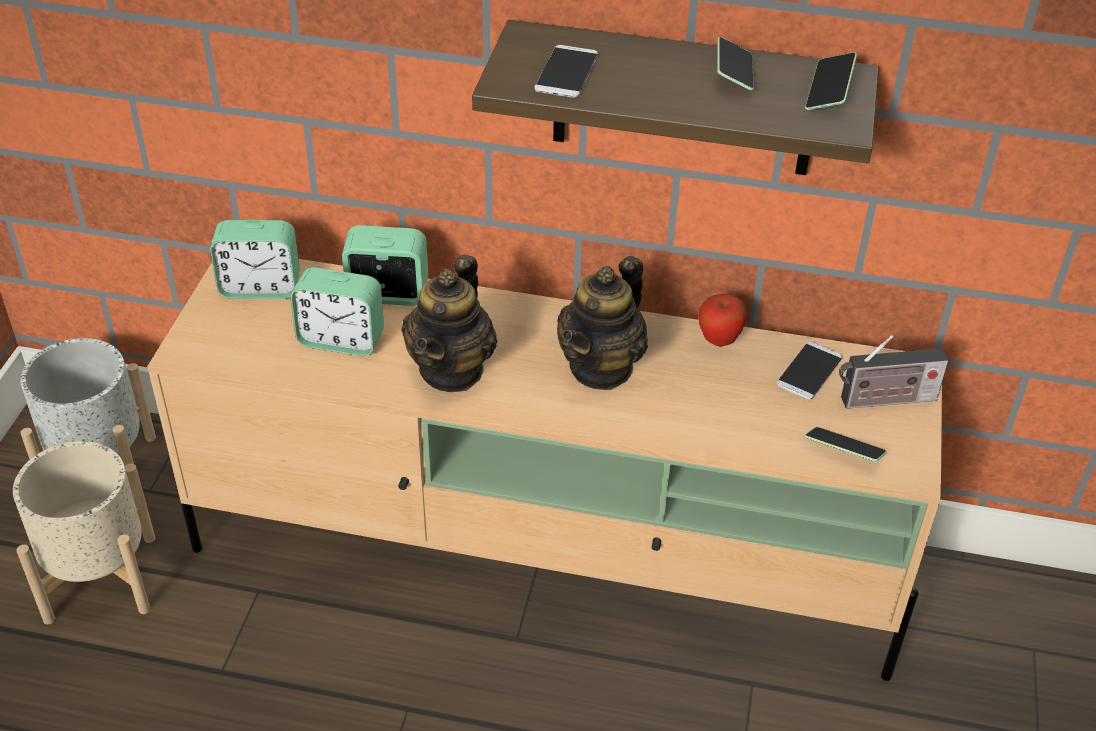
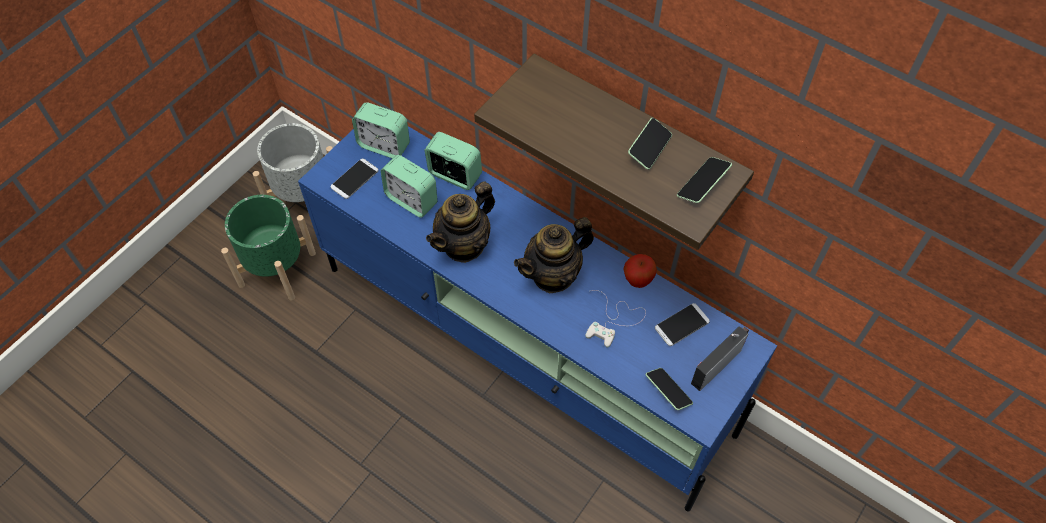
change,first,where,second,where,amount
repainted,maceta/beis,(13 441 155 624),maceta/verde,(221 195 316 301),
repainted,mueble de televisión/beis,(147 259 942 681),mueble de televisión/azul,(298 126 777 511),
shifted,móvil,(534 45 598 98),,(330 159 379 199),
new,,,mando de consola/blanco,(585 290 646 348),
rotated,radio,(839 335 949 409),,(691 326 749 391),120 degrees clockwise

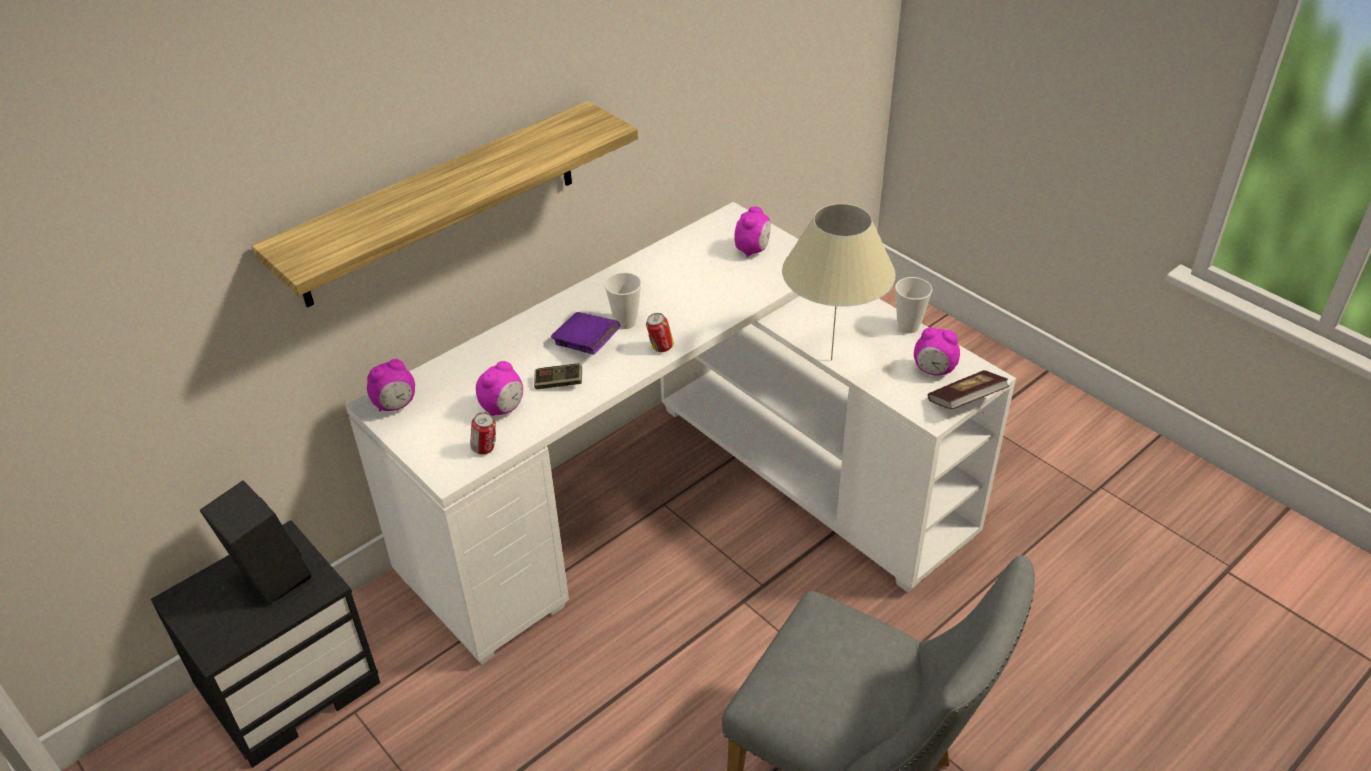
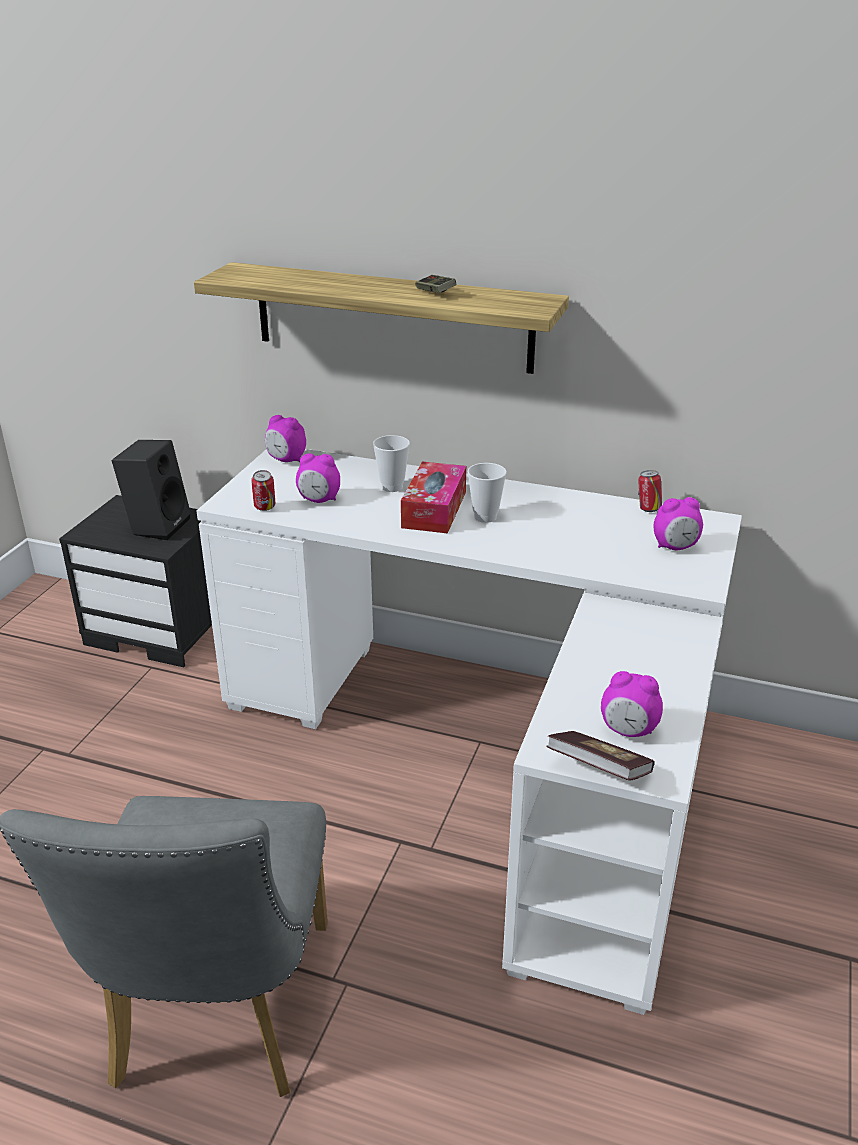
change,first,where,second,where,amount
shifted,taza,(895 277 932 333),,(373 435 410 492),
swapped,libro/morado,(551 312 620 355),caja de pañuelos,(401 461 466 533),
shifted,mando de consola,(534 364 582 389),,(415 275 456 293),
rotated,despertador,(914 327 960 376),,(601 671 663 737),60 degrees counterclockwise
shifted,lata,(646 313 674 352),,(638 470 662 512),
gone,lámpara de mesa/beis,(782 204 896 361),,,

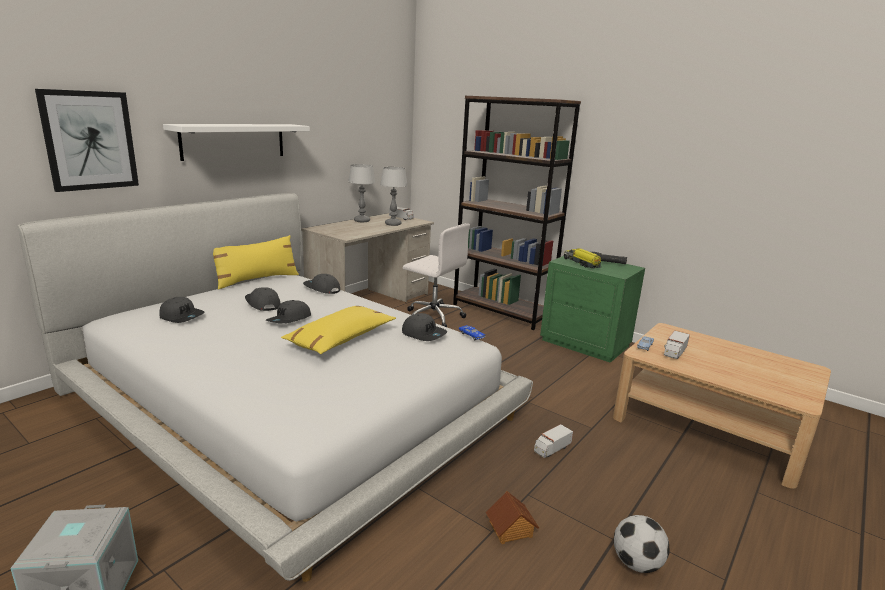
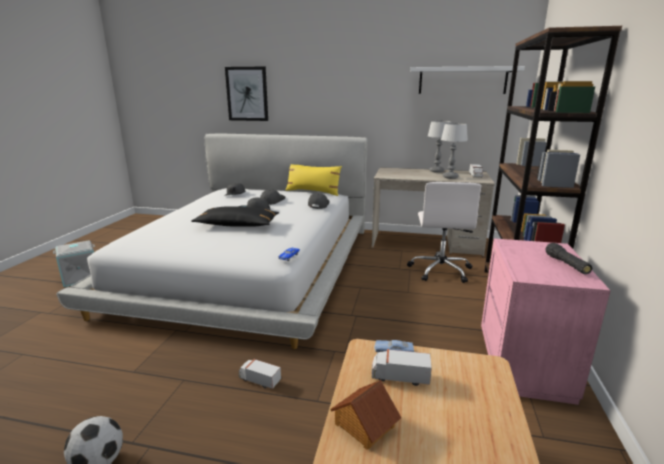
change,first,where,second,where,amount
repainted,cojín/amarillo,(281 306 396 354),cojín/negro,(191 206 279 227),
shifted,casita,(486 491 539 544),,(330 380 401 450),
shifted,estante/blanco,(163 124 310 161),,(410 66 525 94),
repainted,mesita de noche/verde,(540 256 645 363),mesita de noche/rosa,(481 238 611 405),
gone,gorra/gris,(402 313 447 341),,,
gone,camión de juguete,(564 248 602 269),,,

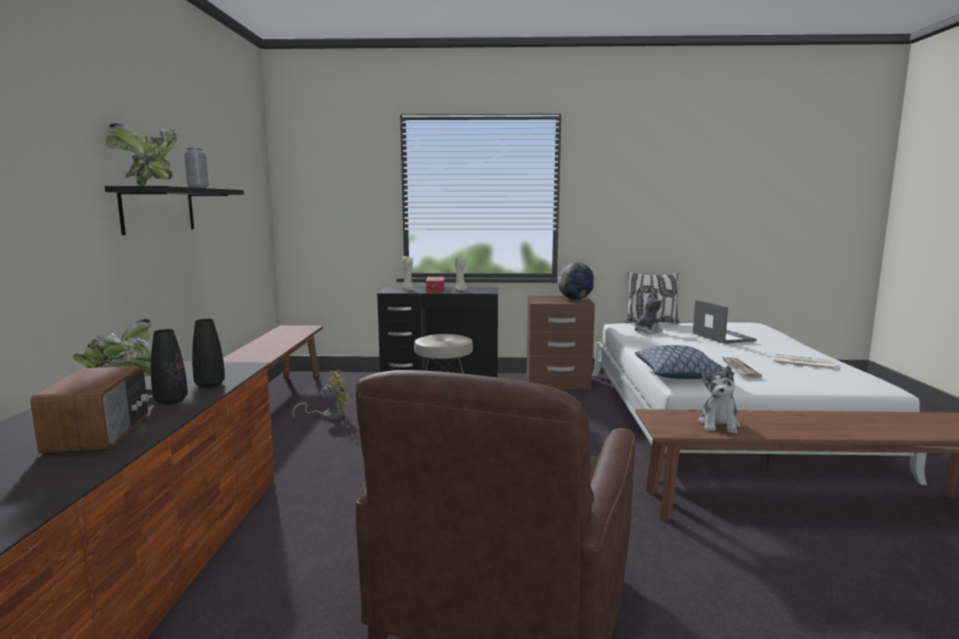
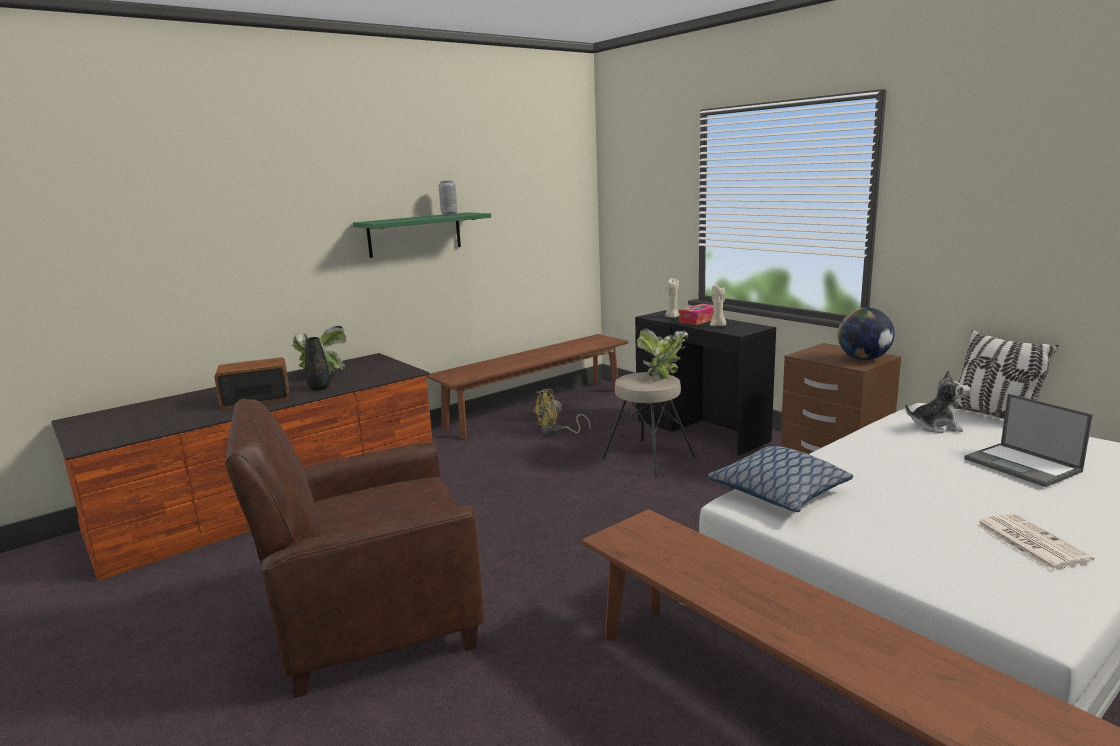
change,first,where,second,where,amount
rotated,radio,(30 366 149 453),,(214 357 289 409),150 degrees counterclockwise
repainted,estante/negro,(105 186 244 235),estante/verde,(353 212 491 258),
rotated,ventilador/amarillo,(292 370 351 420),,(533 389 590 435),135 degrees clockwise
shifted,planta en maceta,(105 123 179 186),,(637 328 688 380),
rotated,portátil,(693 300 756 344),,(964 393 1093 487),120 degrees clockwise
gone,florero/negro,(192 319 225 388),,,
gone,peluche,(698 366 740 434),,,
gone,periódico,(723 357 762 378),,,

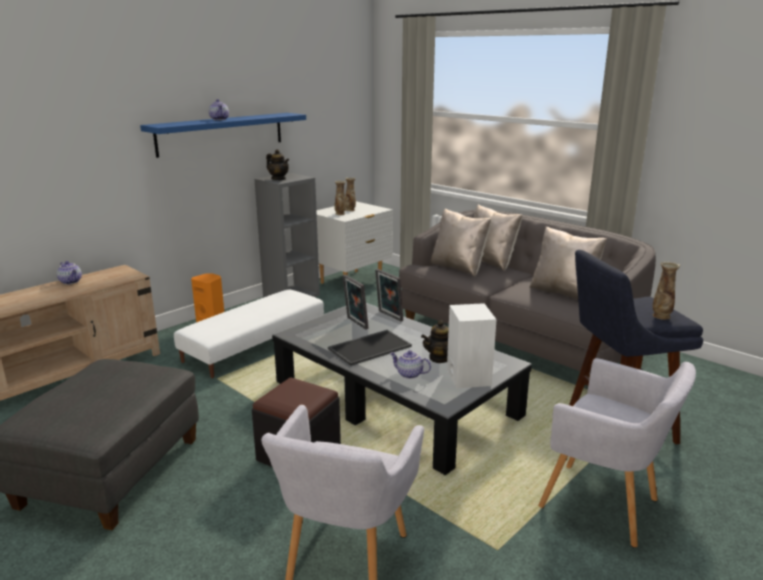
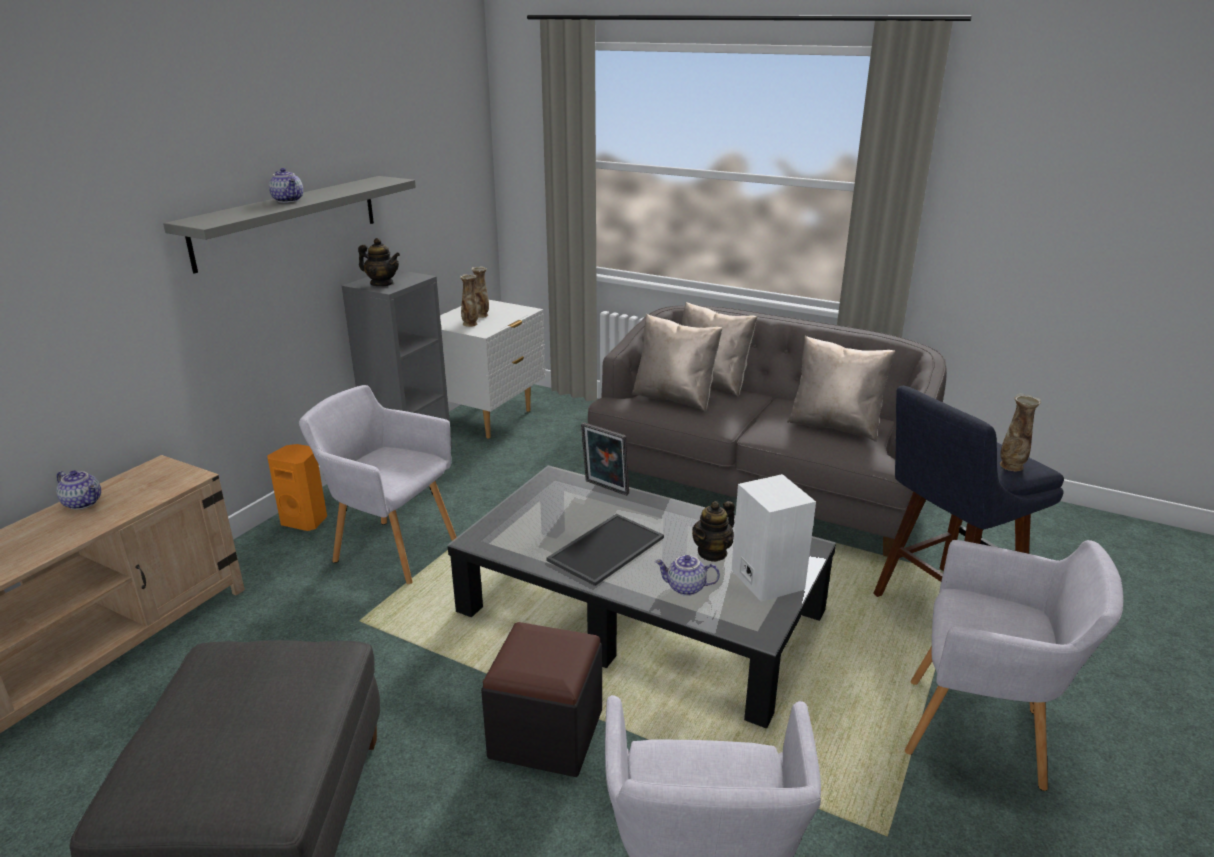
change,first,where,second,where,amount
repainted,estante/azul,(140 113 306 158),estante/gris,(163 176 416 274),
swapped,puf/blanco,(174 290 324 378),sillón/gris,(299 385 456 584),
gone,portarretratos,(342 275 368 330),,,

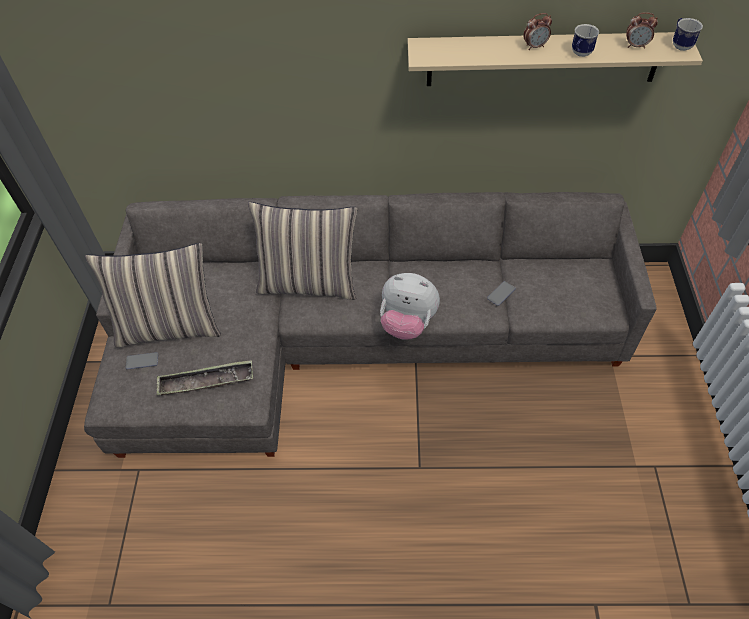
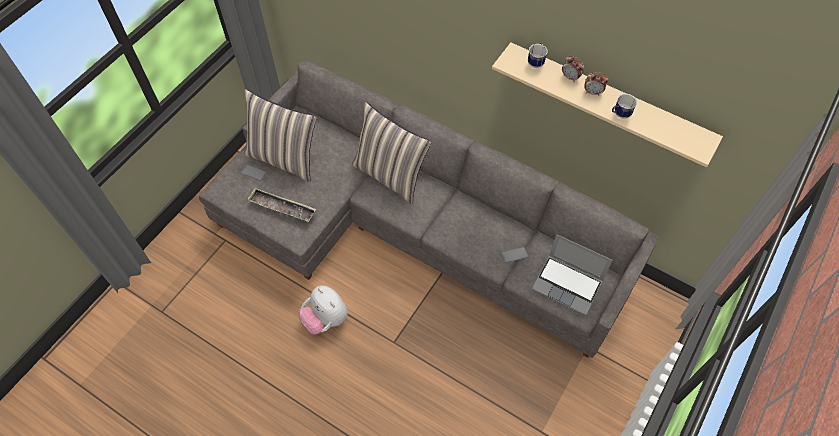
change,first,where,second,where,amount
shifted,peluche,(380 273 440 340),,(298 285 348 335),
shifted,taza grande,(673 18 703 51),,(528 43 548 68),
new,,,portátil,(532 234 613 316),
shifted,despertador,(626 12 658 49),,(562 56 584 82),

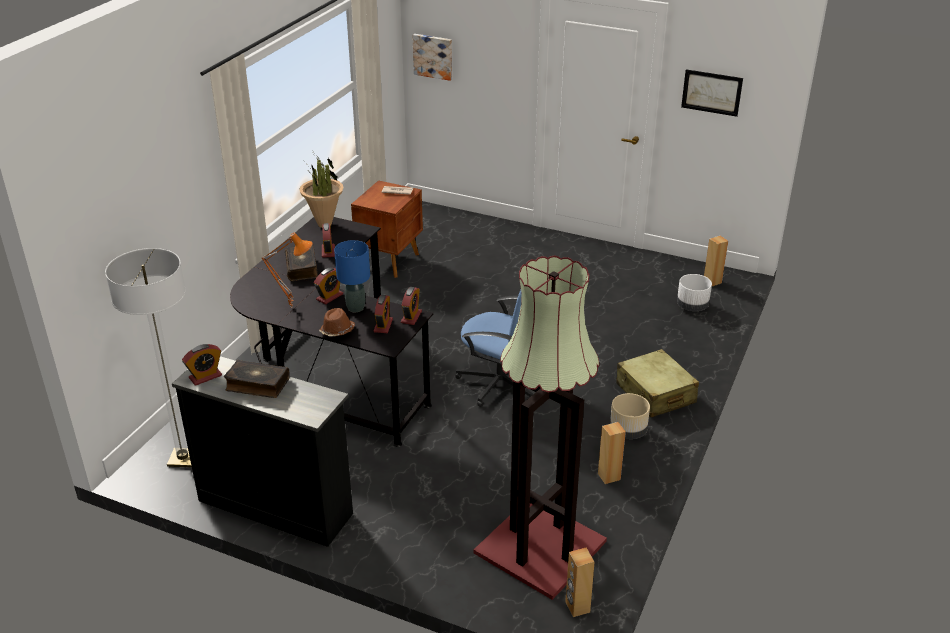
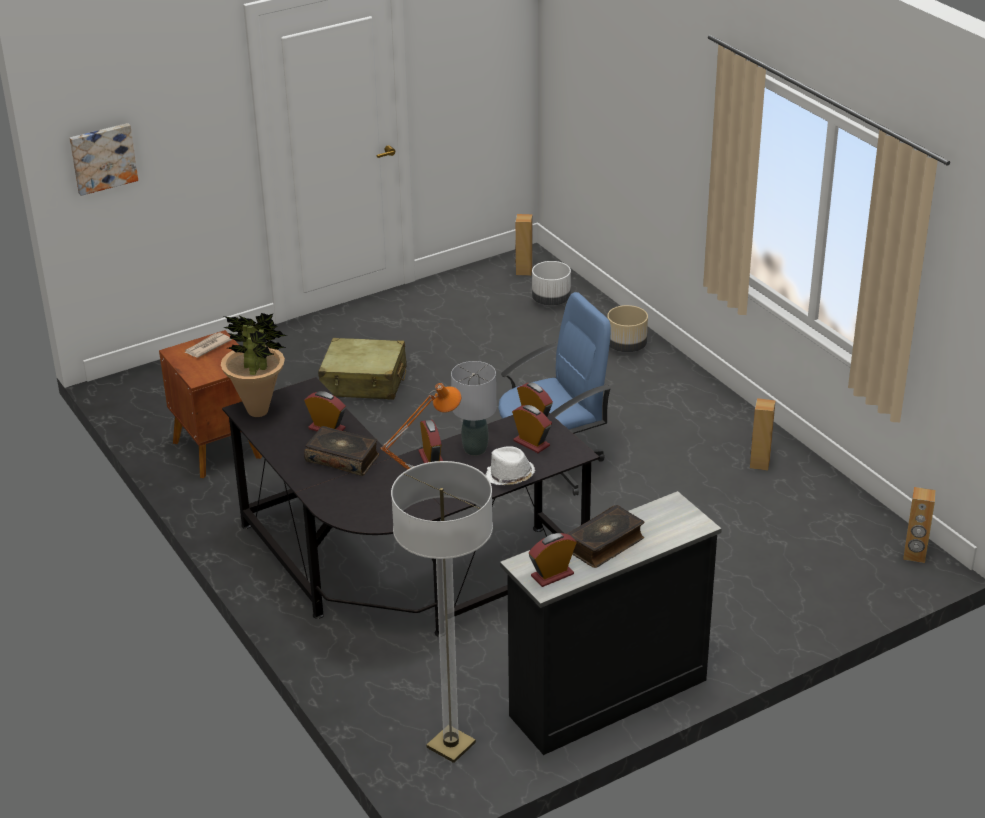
change,first,where,second,where,amount
shifted,maleta/beis,(616 349 699 417),,(318 338 407 400),
repainted,lámpara de mesa/azul,(334 240 370 312),lámpara de mesa/gris,(451 361 497 456),
repainted,sombrero/marrón,(319 308 355 336),sombrero/blanco,(486 446 535 485),
rotated,despertador,(182 344 222 386),,(529 533 577 587),120 degrees counterclockwise
shifted,maceta/beis,(610 393 650 439),,(607 305 648 352),
gone,lámpara de pie,(474 255 607 600),,,
gone,cuadro,(681 69 743 117),,,

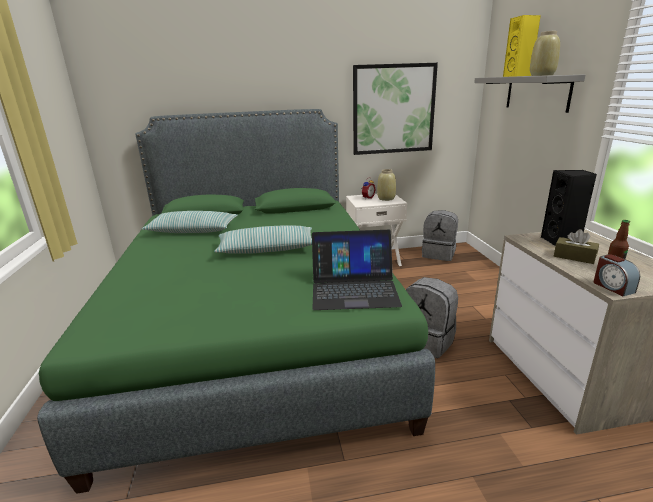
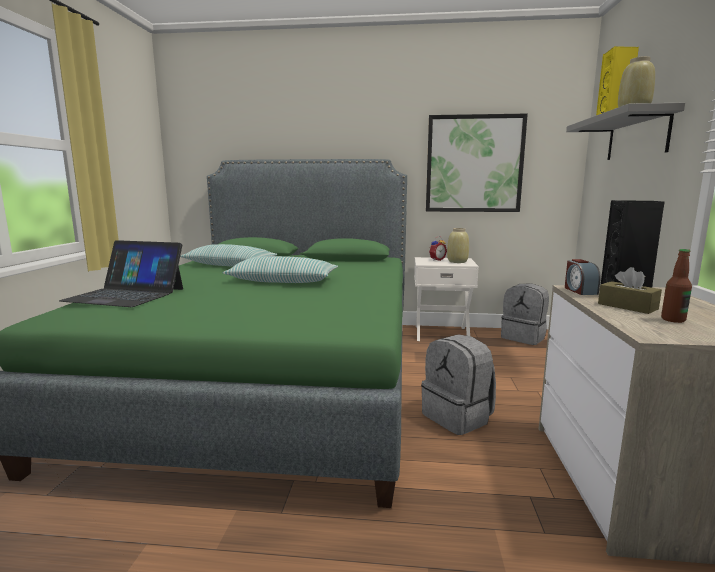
change,first,where,second,where,amount
shifted,portátil,(312 230 402 310),,(59 240 183 307),
shifted,despertador,(594 254 640 296),,(565 259 601 295),

